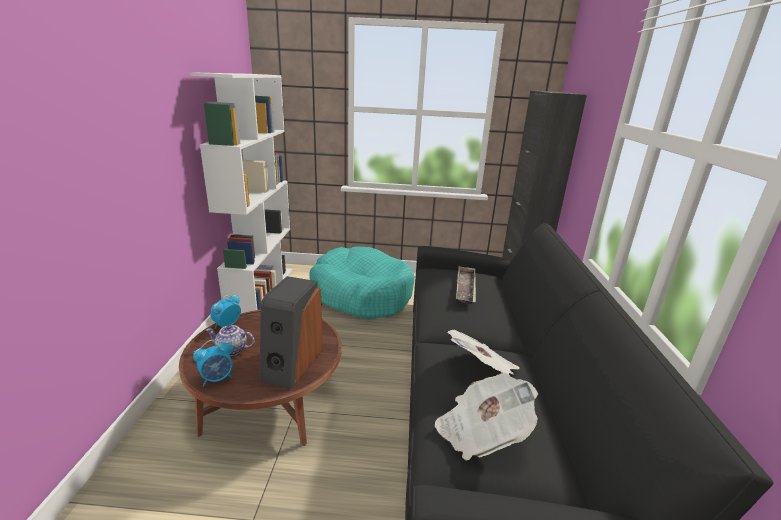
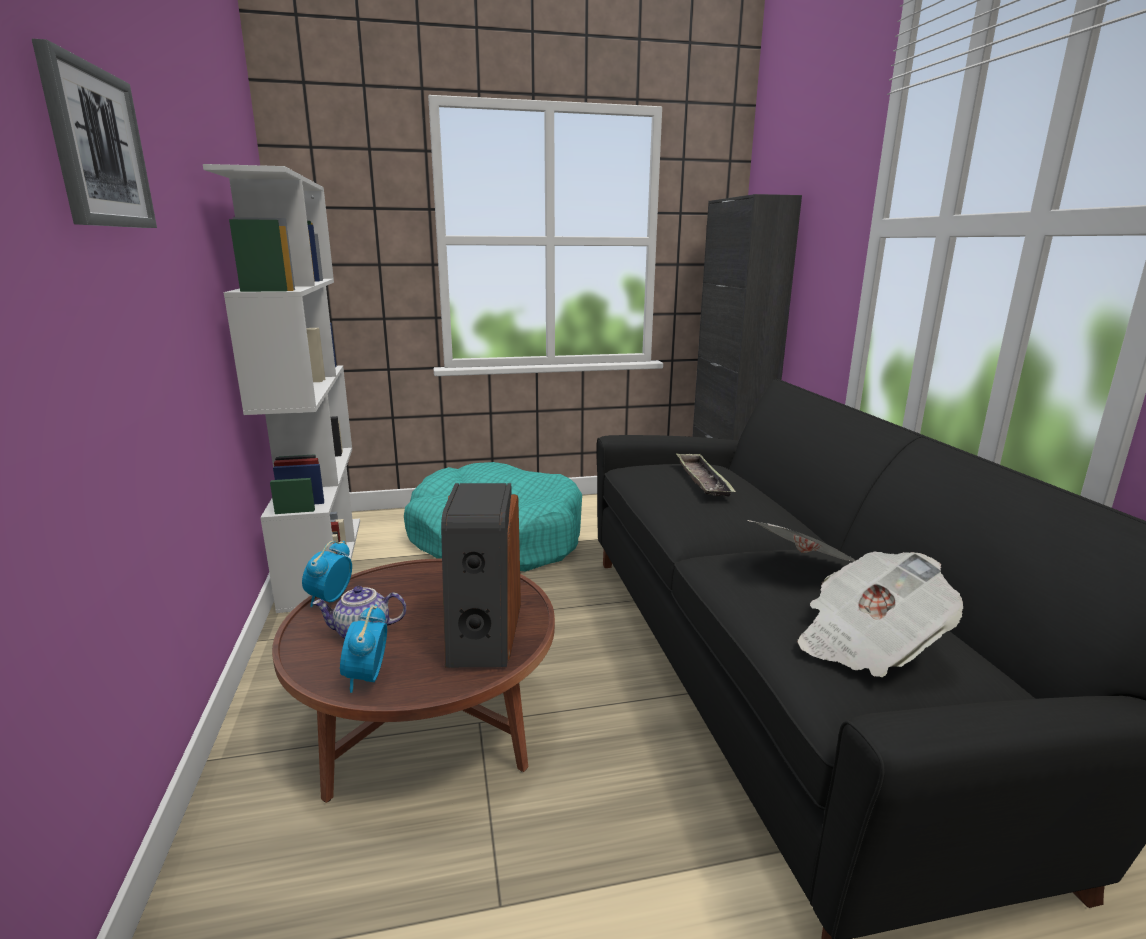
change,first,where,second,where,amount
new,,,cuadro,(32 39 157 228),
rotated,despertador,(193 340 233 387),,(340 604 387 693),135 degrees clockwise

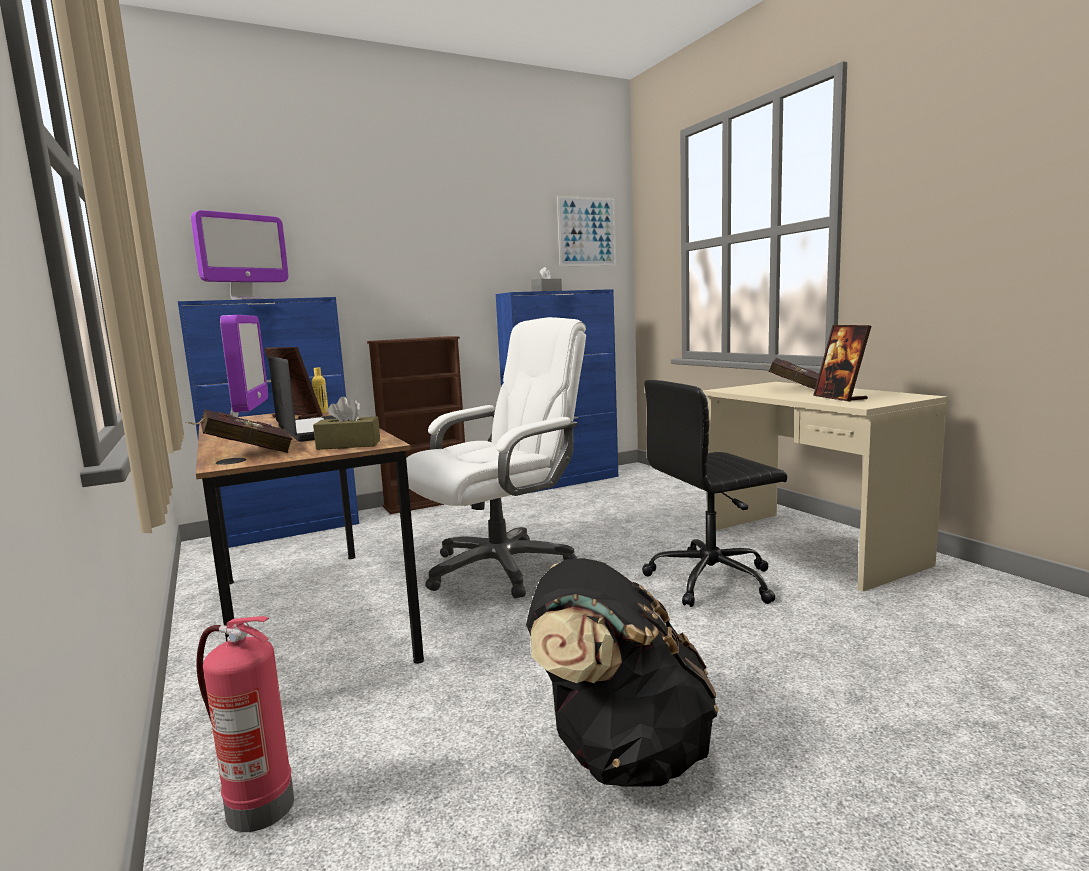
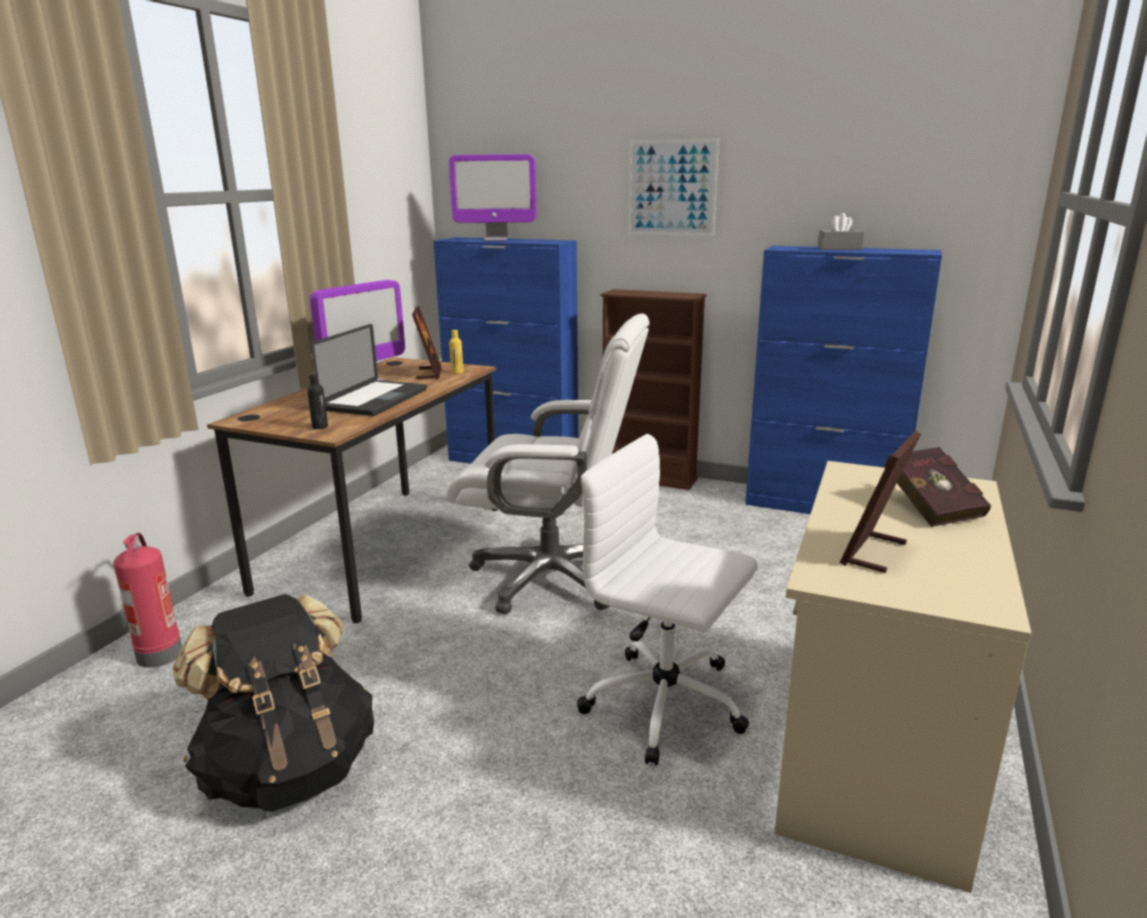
change,first,where,second,where,amount
swapped,caja de pañuelos/marrón,(313 396 380 450),botella/negro,(307 374 328 429),
repainted,silla de oficina/negro,(642 380 787 607),silla de oficina/blanco,(577 434 758 765),
shifted,cuadro,(557 196 616 266),,(628 138 719 236),
gone,libro/rojo,(187 410 292 453),,,

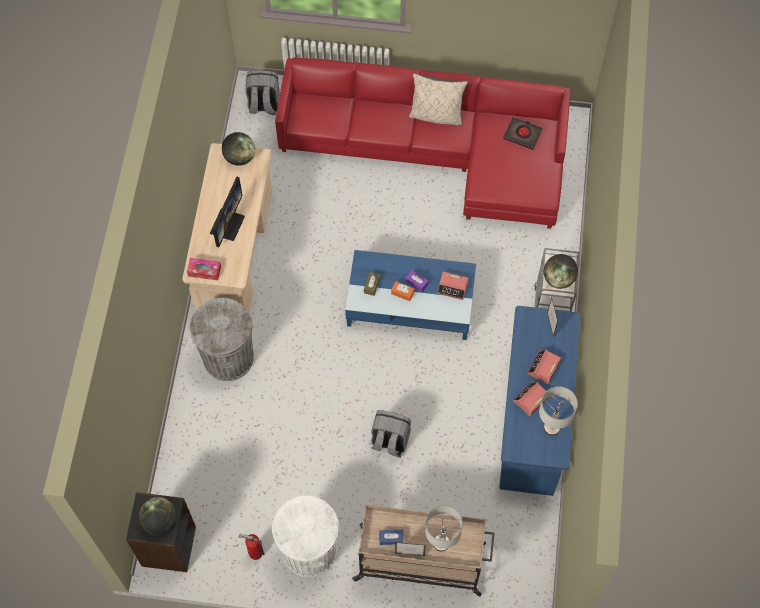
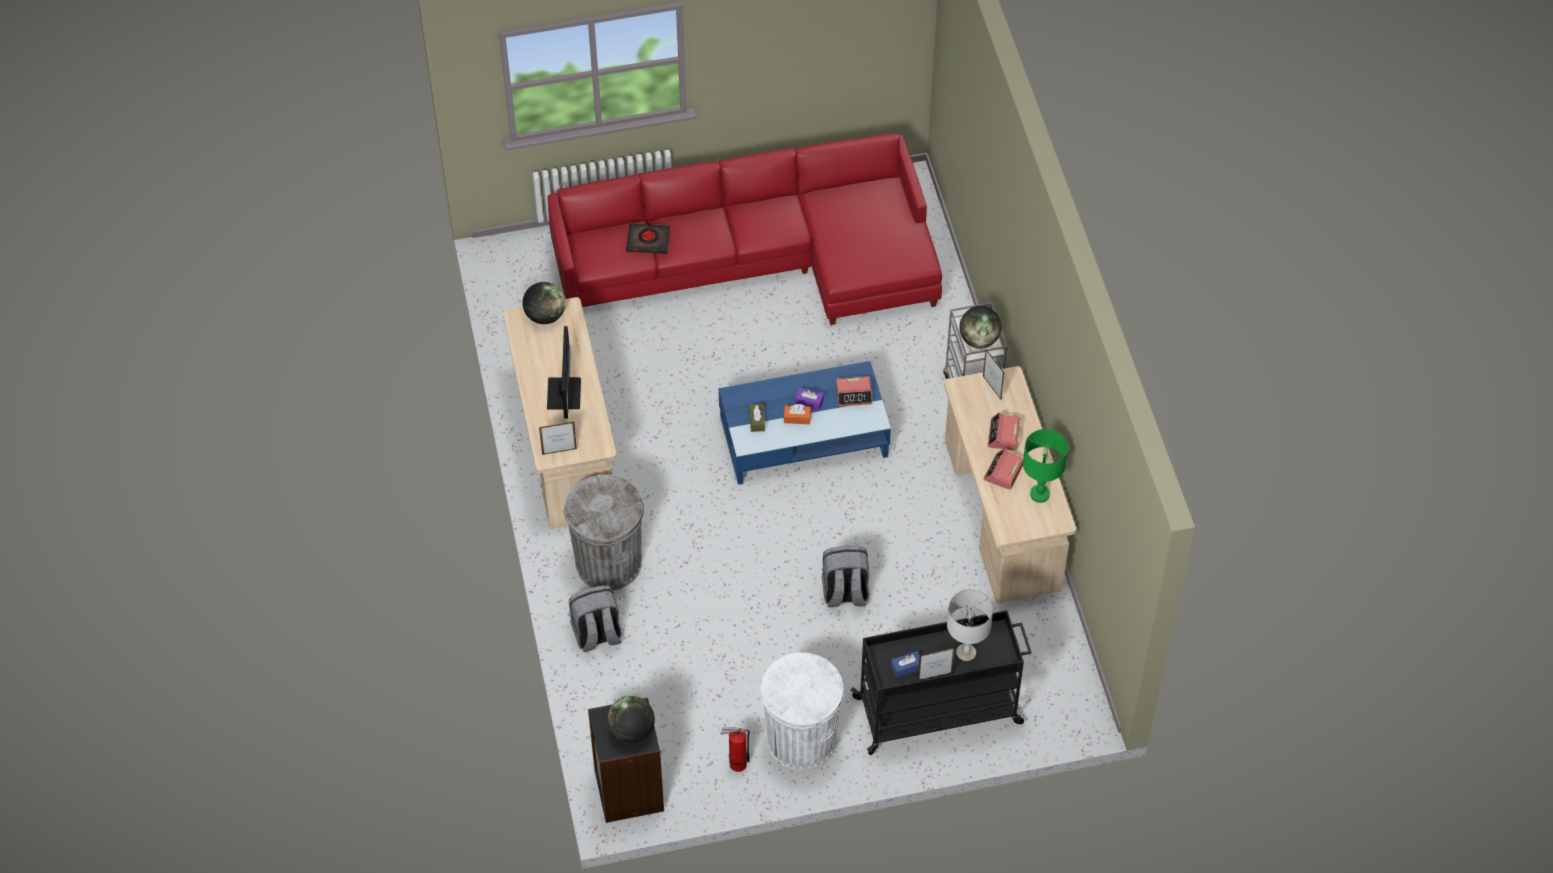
change,first,where,second,where,amount
swapped,caja de pañuelos,(187 258 221 280),portarretratos,(539 422 577 455),
shifted,mochila/gris,(246 70 280 115),,(569 585 622 652),
shifted,libro/negro,(503 117 543 150),,(626 223 670 254),
repainted,carrito/beis,(352 505 495 596),carrito/negro,(850 610 1032 755),
repainted,escritorio/azul,(499 306 580 496),escritorio/beis,(944 366 1076 603),
repainted,lámpara de mesa/gris,(539 386 578 435),lámpara de mesa/verde,(1023 429 1068 503),
gone,cojín/beis,(409 73 468 125),,,

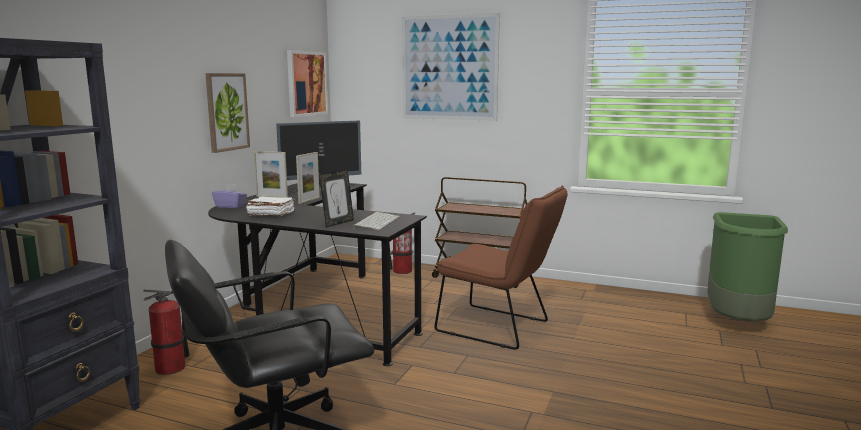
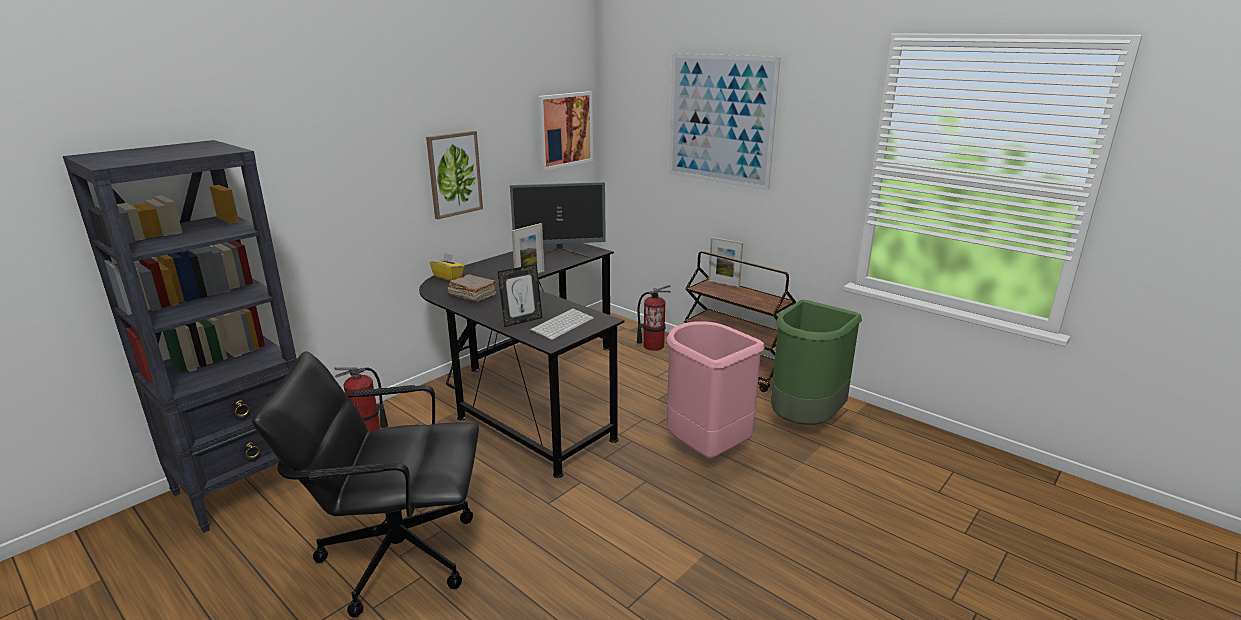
change,first,where,second,where,amount
repainted,caja de pañuelos/morado,(212 183 247 208),caja de pañuelos/amarillo,(430 253 464 281),
repainted,libro/blanco,(246 196 295 216),libro/marrón,(448 274 498 302),
swapped,silla/marrón,(434 186 567 350),papelera/rosa,(666 321 765 459),
shifted,portarretratos,(254 151 288 198),,(708 237 743 287),
shifted,papelera/verde,(707 212 788 321),,(771 300 862 425),

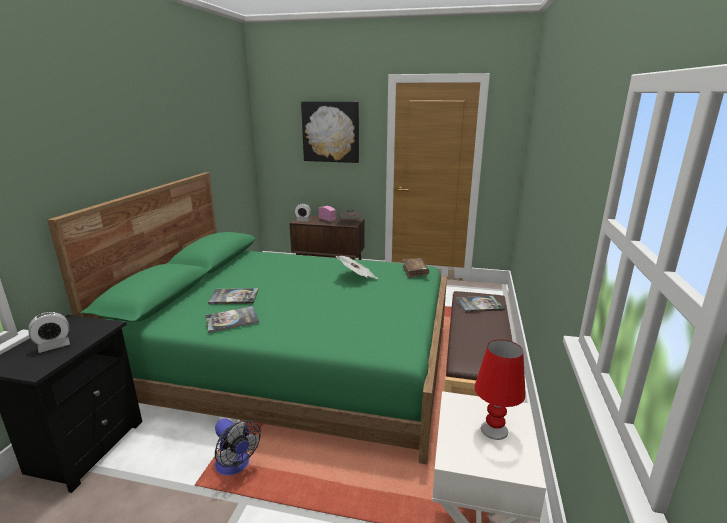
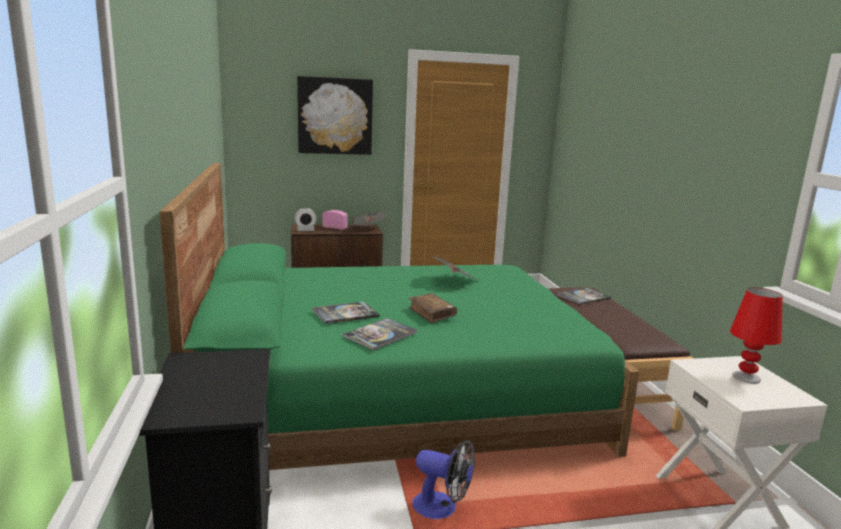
change,first,where,second,where,amount
shifted,libro/marrón,(403 258 429 278),,(408 293 457 324),
gone,despertador,(28 312 70 353),,,

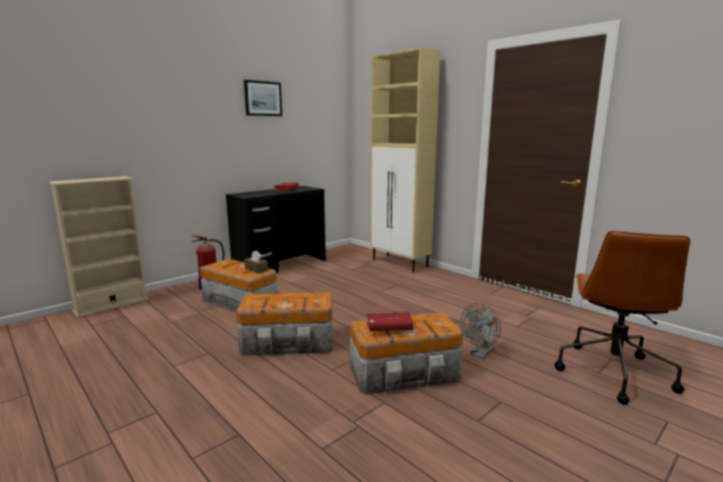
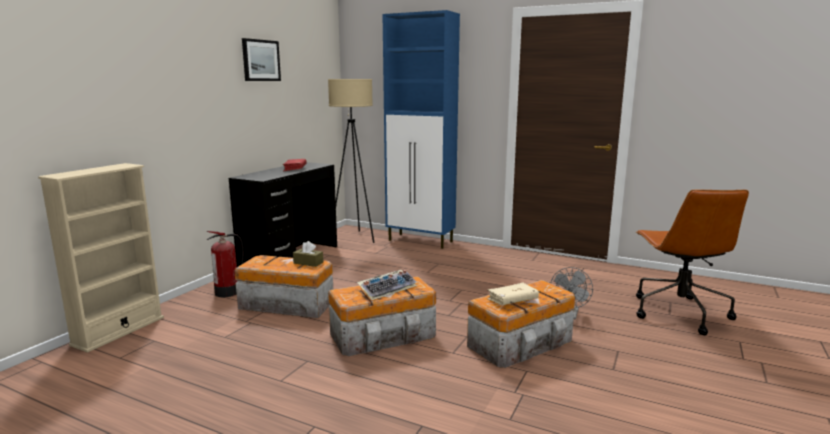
change,first,where,second,where,amount
new,,,lámpara de pie/beis,(328 79 374 243),
new,,,teclado,(357 270 417 300),
repainted,armario/beis,(370 47 440 272),armario/azul,(382 10 460 249),
repainted,libro/rojo,(367 312 413 331),libro/beis,(487 283 539 305),

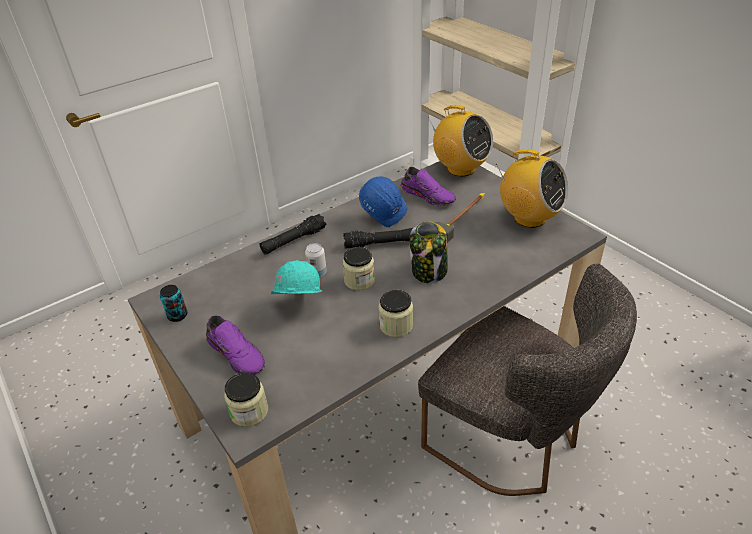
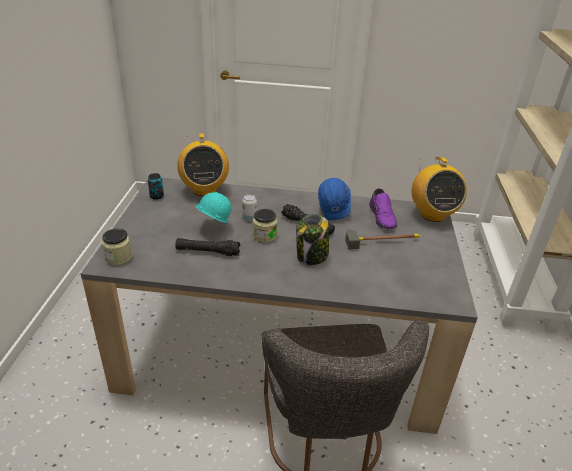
change,first,where,second,where,amount
shifted,linterna/negro,(260 214 326 255),,(175 238 241 256),
shifted,radio,(496 149 568 228),,(177 133 229 196),
gone,zapato/morado,(206 316 265 375),,,
gone,tarro,(379 290 413 337),,,

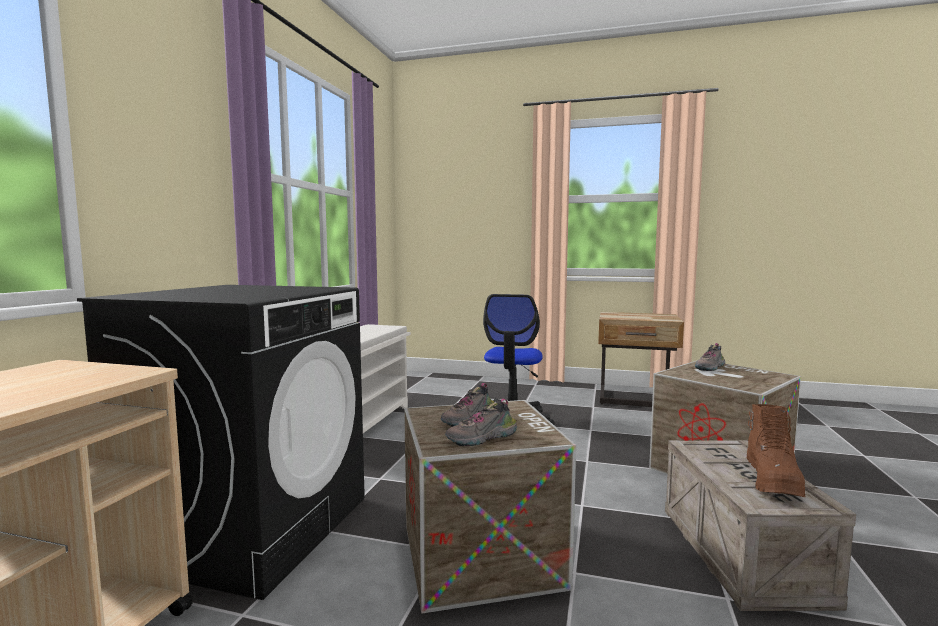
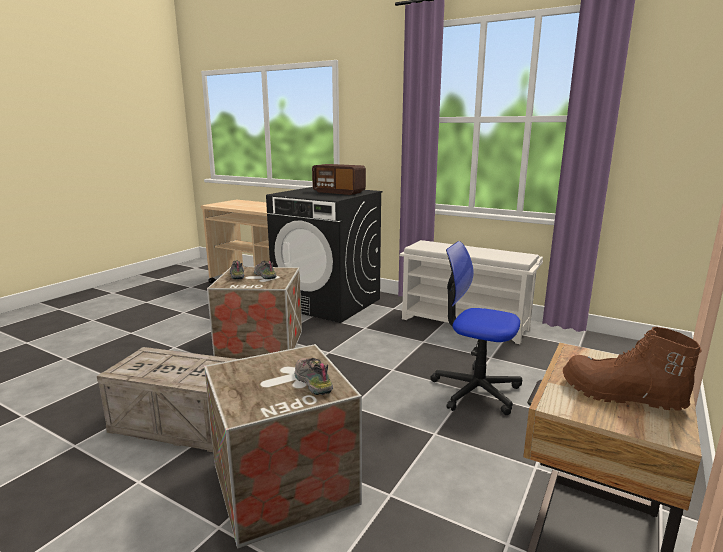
change,first,where,second,where,amount
new,,,radio,(312 164 366 195),
shifted,bota/marrón,(747 404 806 497),,(563 327 702 411),

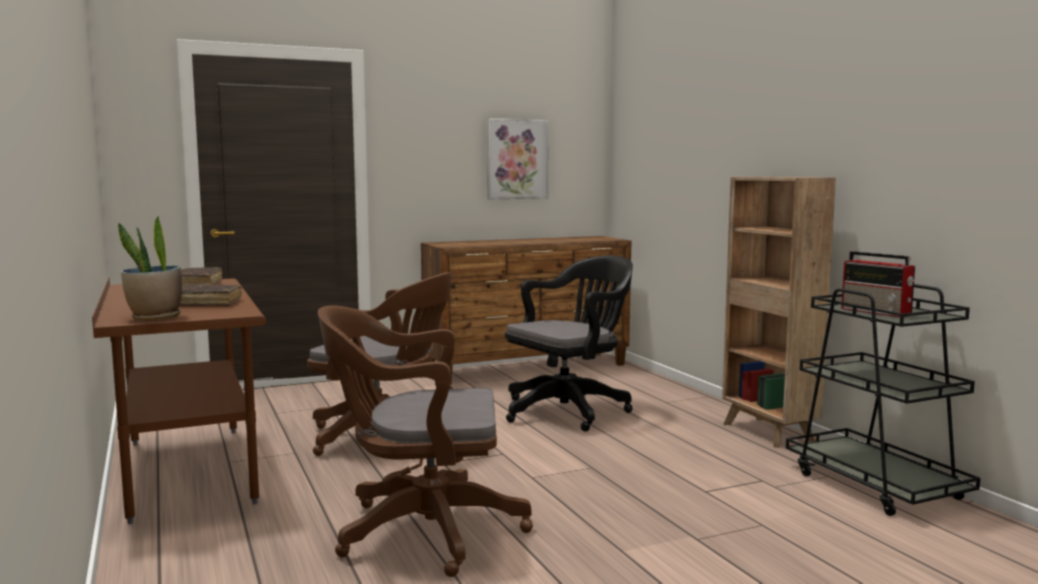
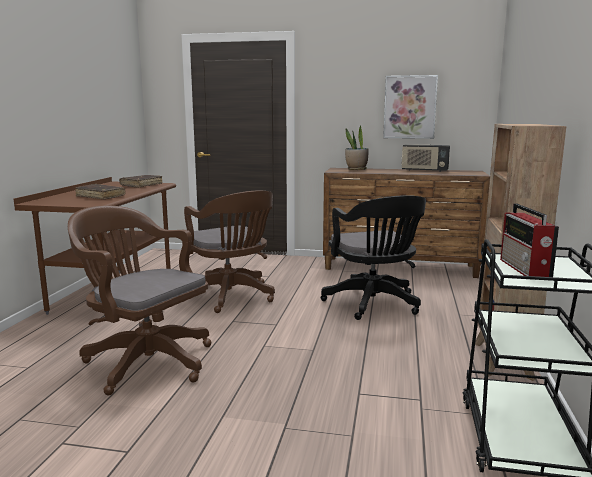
change,first,where,second,where,amount
rotated,silla de oficina/negro,(505 256 633 432),,(321 195 426 320),75 degrees clockwise
shifted,planta en maceta,(118 216 182 321),,(345 126 369 170),
new,,,radio,(401 144 450 172),

